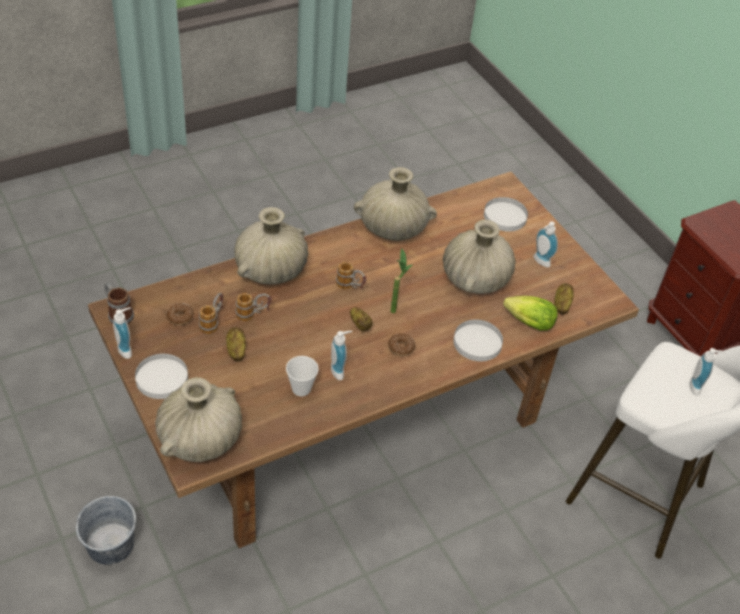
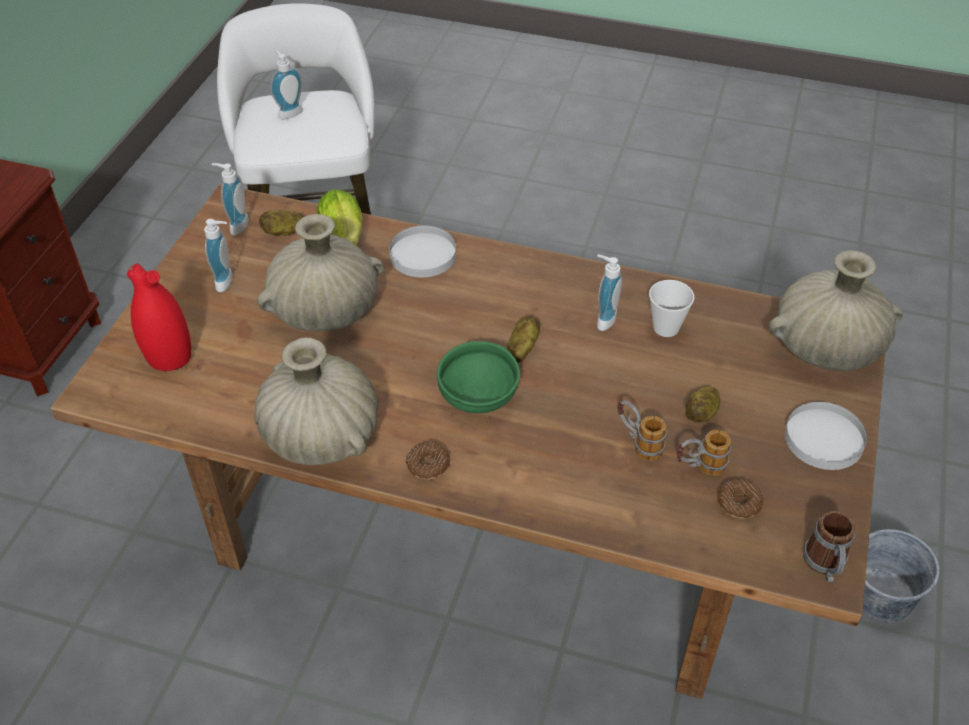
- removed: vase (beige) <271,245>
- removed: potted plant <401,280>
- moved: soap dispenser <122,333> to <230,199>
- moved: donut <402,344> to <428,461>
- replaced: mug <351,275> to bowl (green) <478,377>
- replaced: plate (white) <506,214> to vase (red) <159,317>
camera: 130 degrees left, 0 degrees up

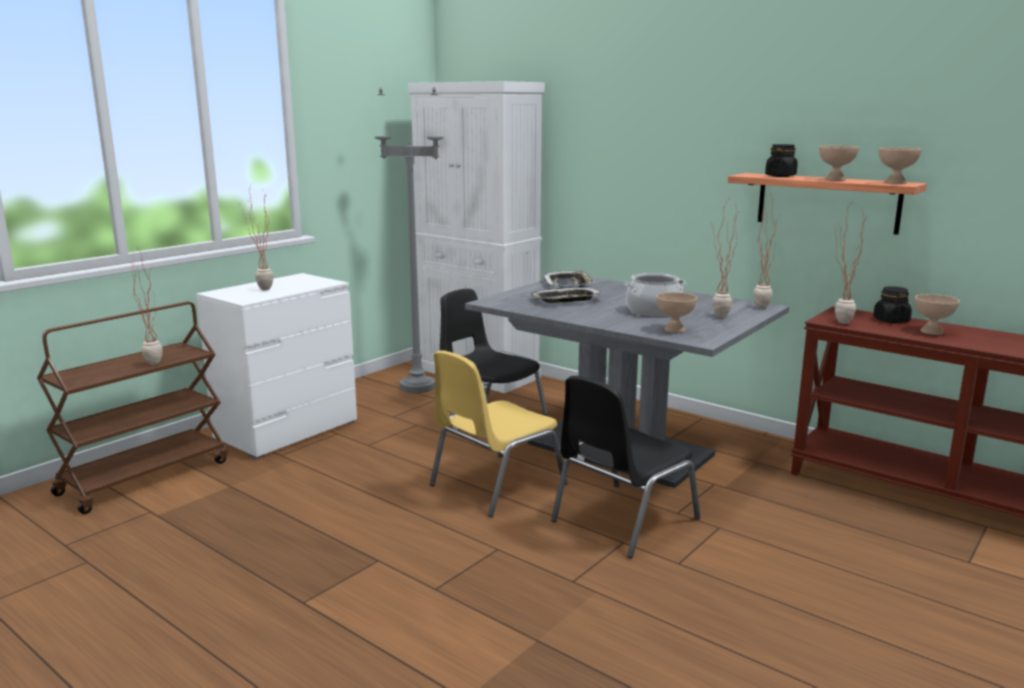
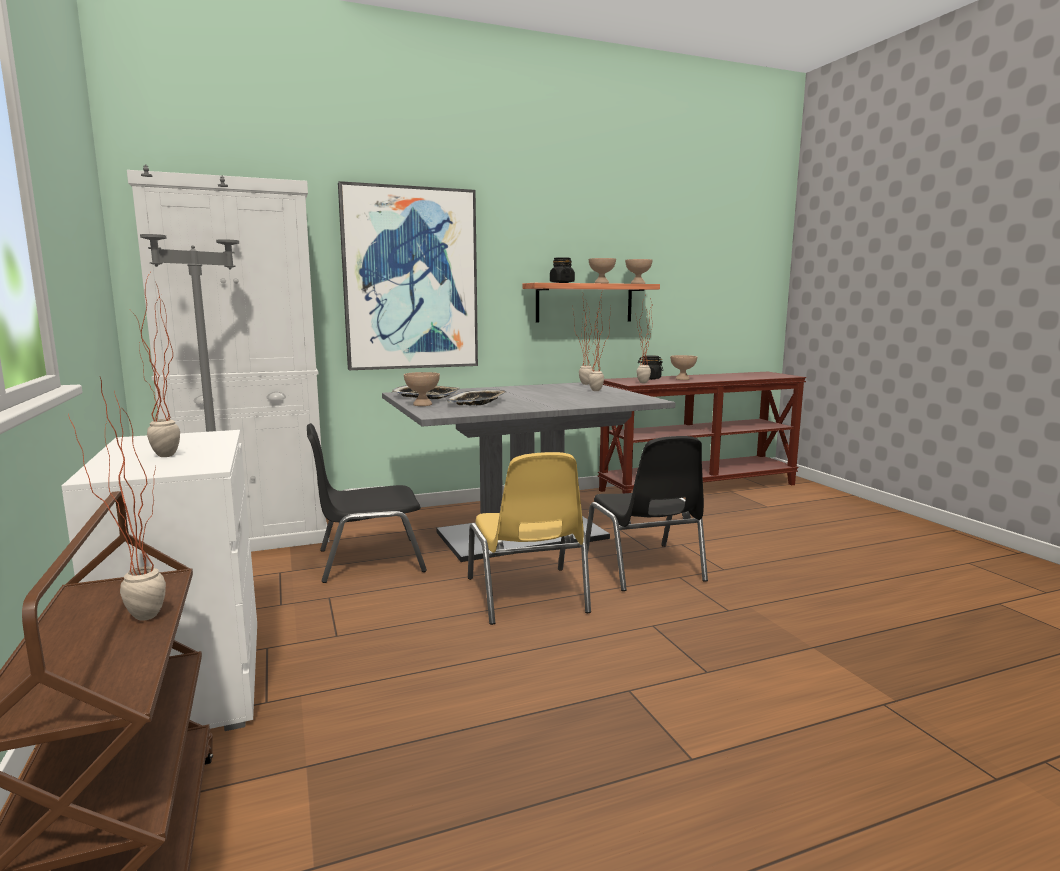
- removed: cooking pot <655,295>
- added: picture <408,275>
- moved: bowl (beige) <676,312> to <422,389>
camera: 60 degrees left, 5 degrees down

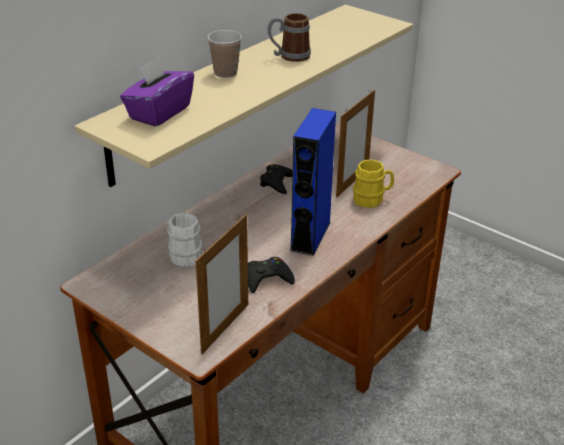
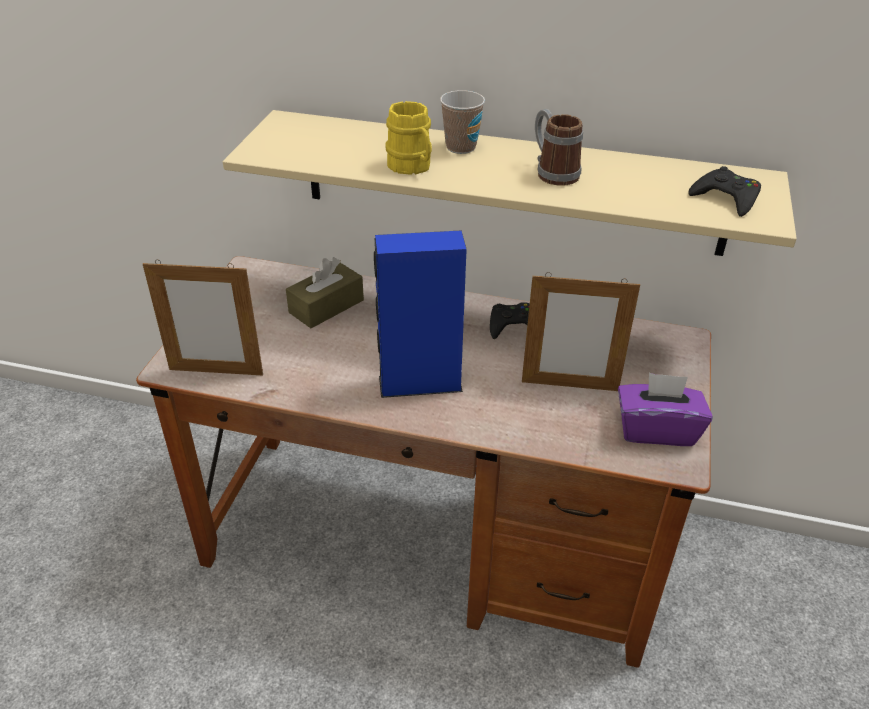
- moved: tissue box (purple) <157,92> to <665,409>
- moved: game controller (black) <271,275> to <724,191>
- moved: mug (yellow) <373,184> to <408,138>
- replaced: mug (white) <185,240> to tissue box (brown) <325,292>
camera: 65 degrees right, 5 degrees up

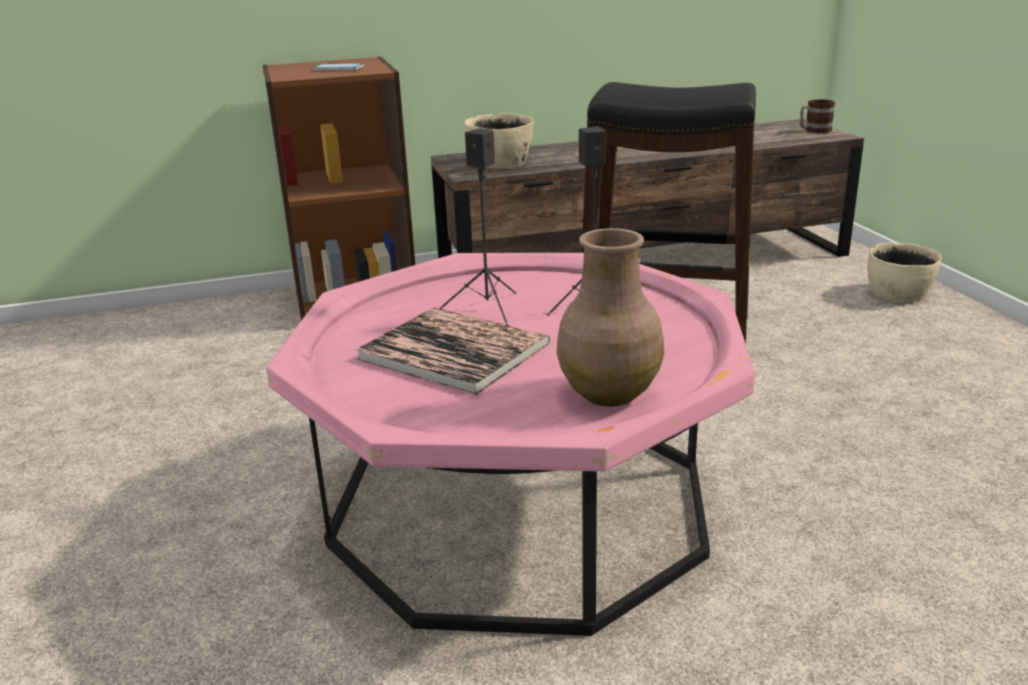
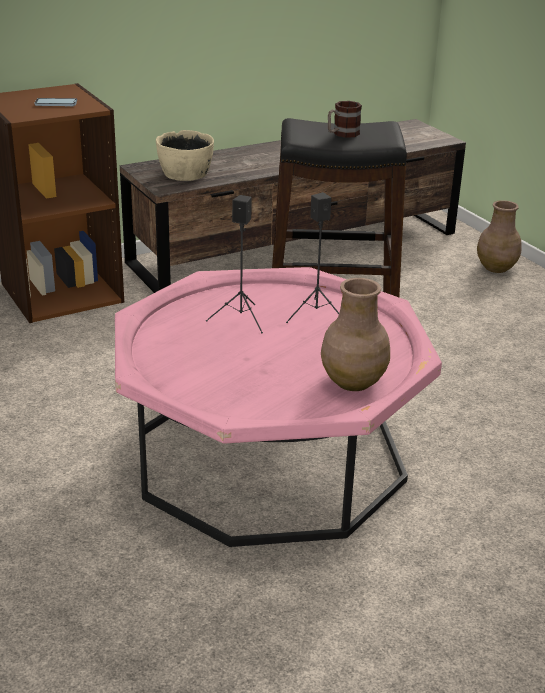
- removed: book <453,351>
- moved: mug <817,116> to <345,119>
- replaced: bowl (beige) <904,272> to vase (brown) <499,236>
camera: 15 degrees left, 5 degrees up

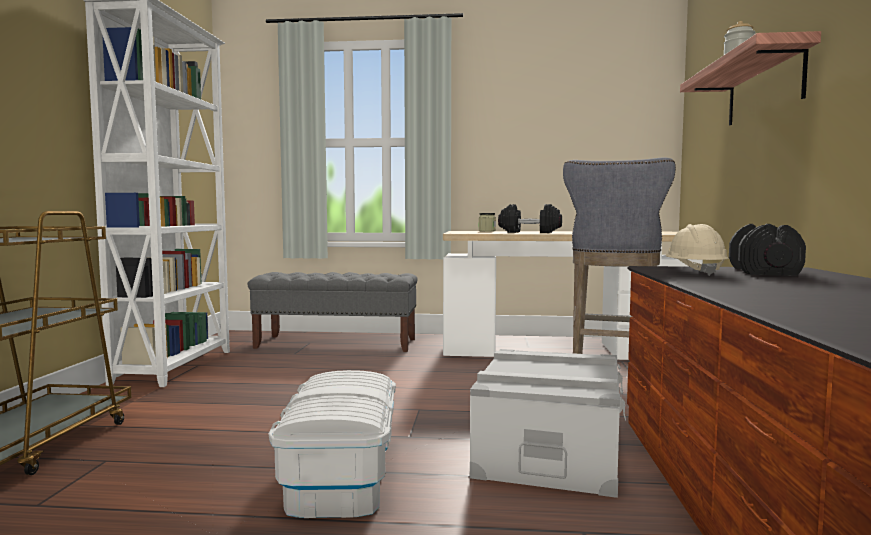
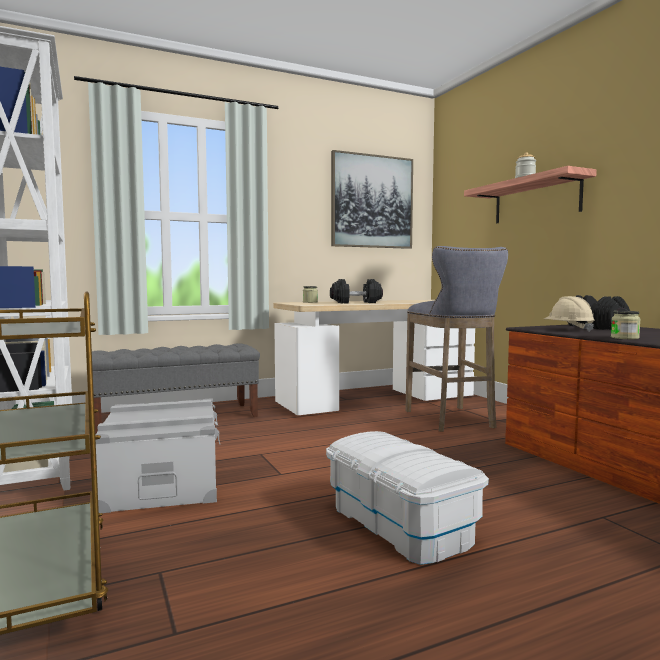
- added: picture <372,199>
- added: jar <626,325>
- moved: storage box (grey) <548,423> to <157,455>
camera: 30 degrees left, 0 degrees up

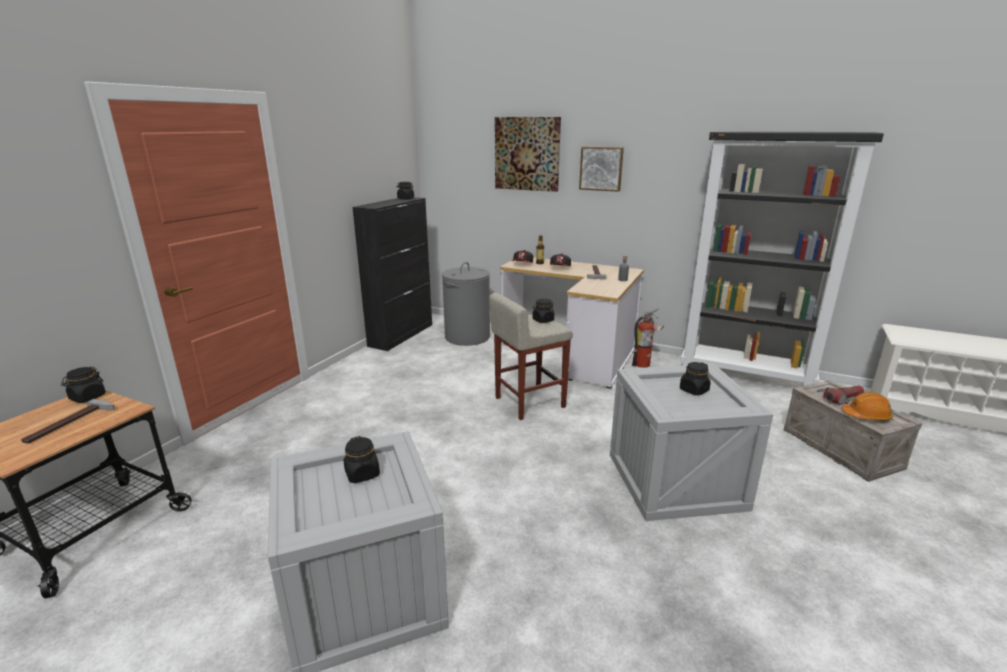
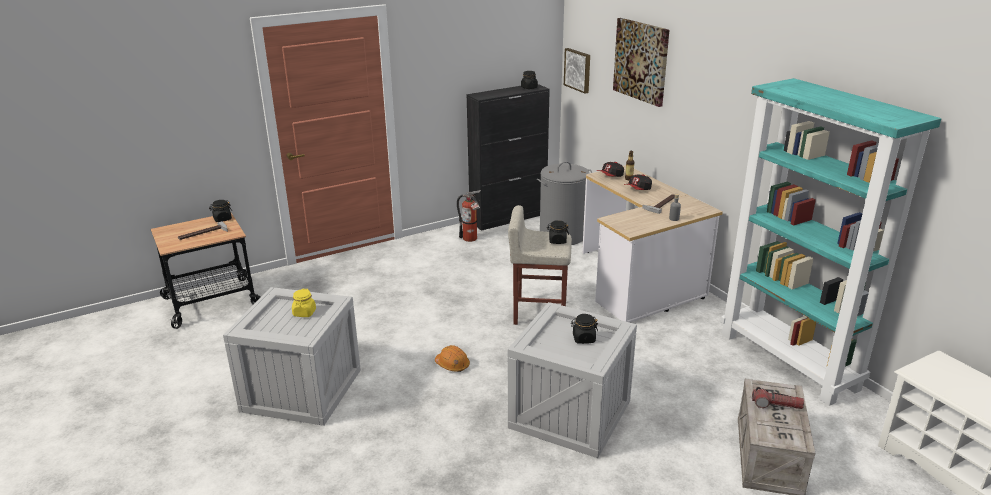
- moved: picture <601,169> to <577,70>
- moved: fire extinguisher <648,338> to <469,216>
- moved: hard hat (orange) <867,406> to <452,358>
- recoloured: jar (black) <362,459> to jar (yellow) <304,303>
- recoloured: bookcase (black) <782,259> to bookcase (turquoise) <830,242>
camera: 35 degrees right, 5 degrees up

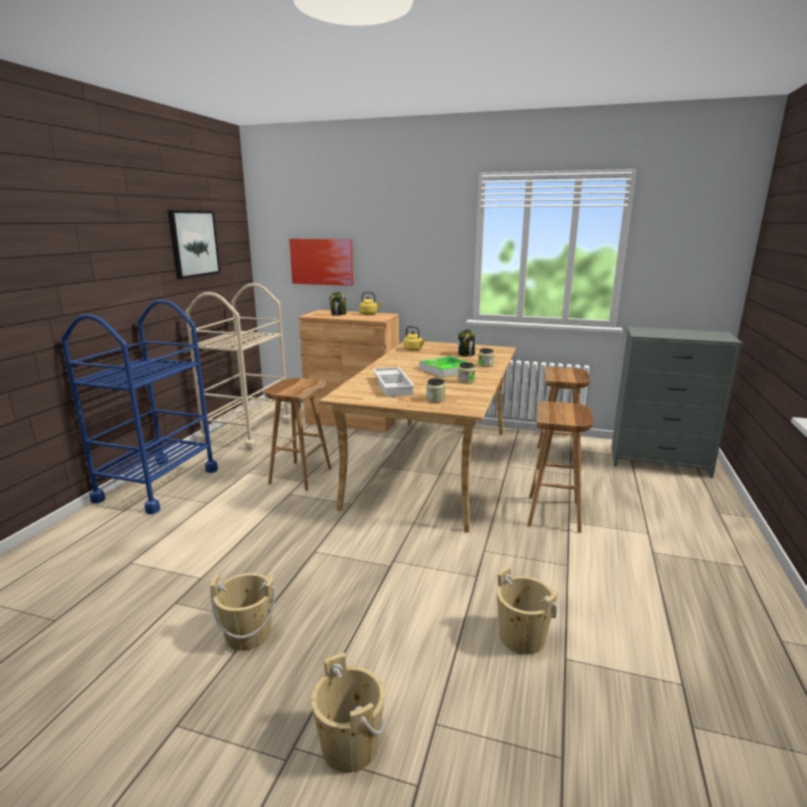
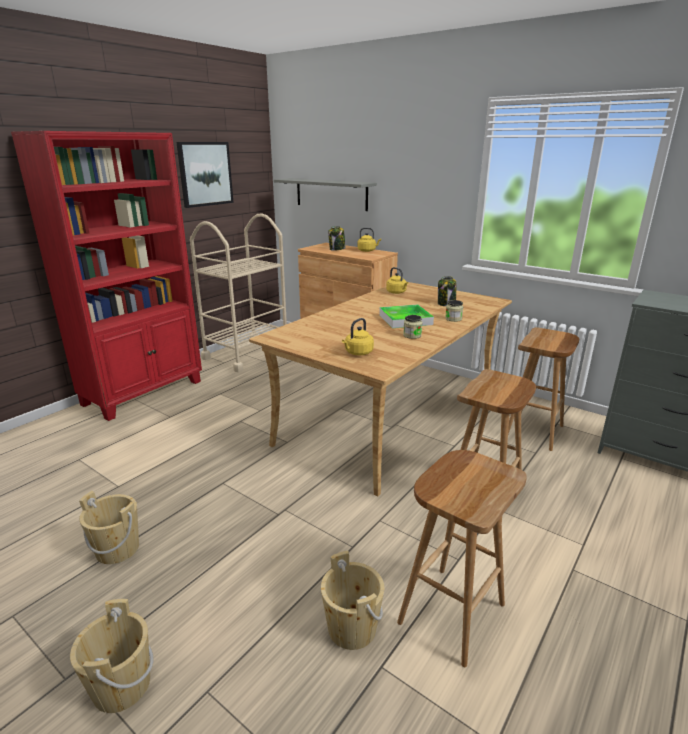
- removed: tray (white) <394,382>
- moved: stool (brown) <298,434> to <462,558>
- replaced: cart (blue) <139,407> to bookcase (red) <106,276>
- replaced: picture <321,262> to shelf (grey) <325,194>
- replaced: jar <435,390> to kettle (yellow) <358,336>
camera: 20 degrees right, 5 degrees up

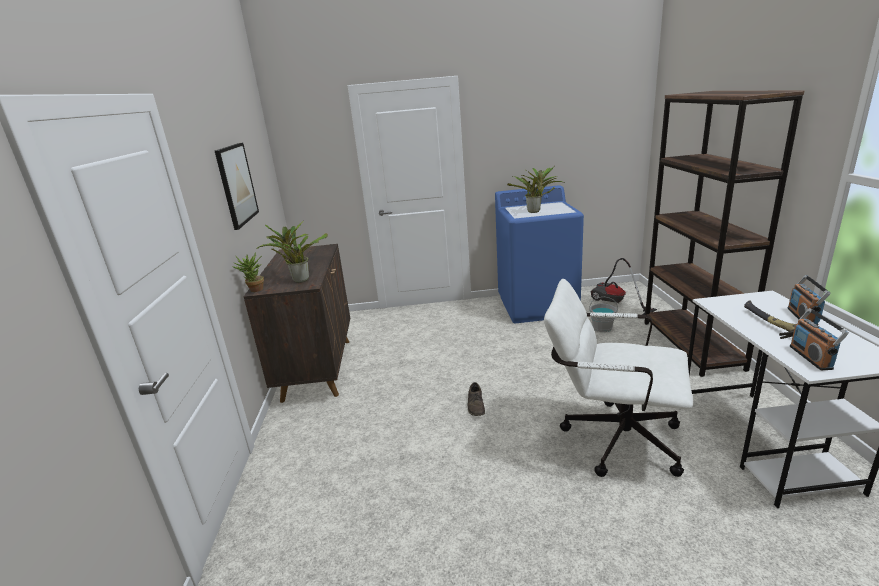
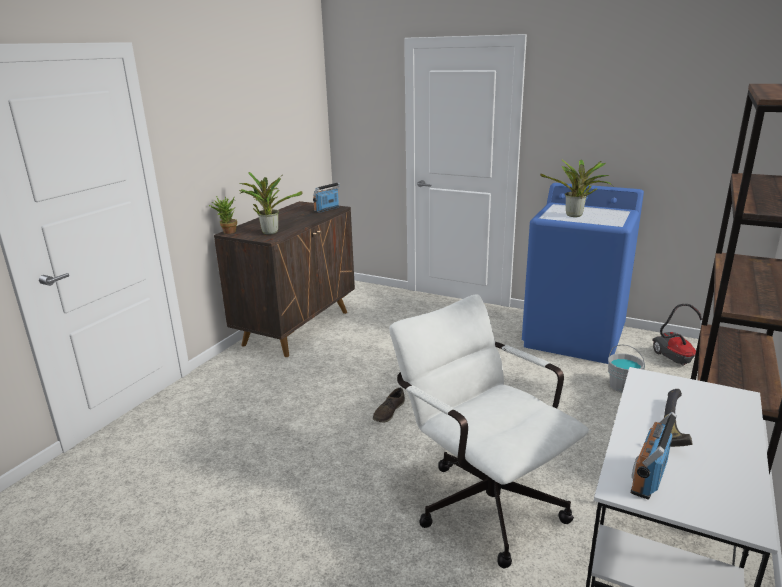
- removed: picture <237,186>
- moved: radio <809,300> to <326,197>
camera: 30 degrees right, 0 degrees up

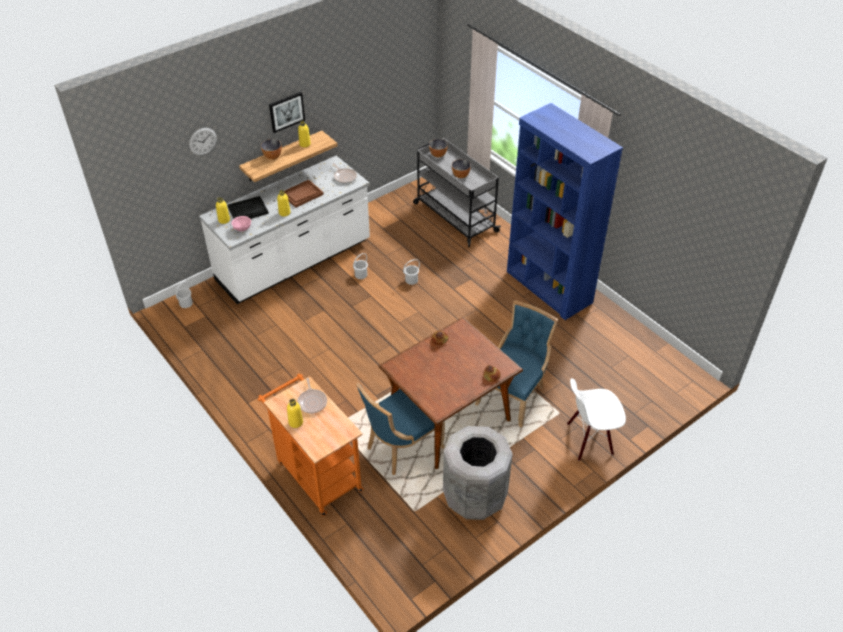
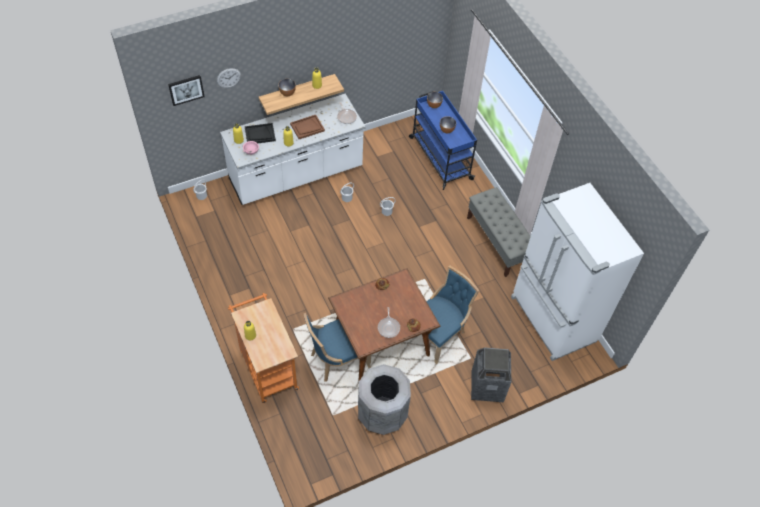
- added: fridge (white) <577,272>
- moved: picture <287,112> to <186,90>
- moved: frying pan <312,395> to <389,322>
- replaced: bookcase (blue) <565,211> to bench (grey) <499,232>
- replaced: chair (white) <596,419> to trash can <491,374>
- recoloured: cart (grey) <457,192> to cart (blue) <443,140>
camera: 10 degrees right, 10 degrees up

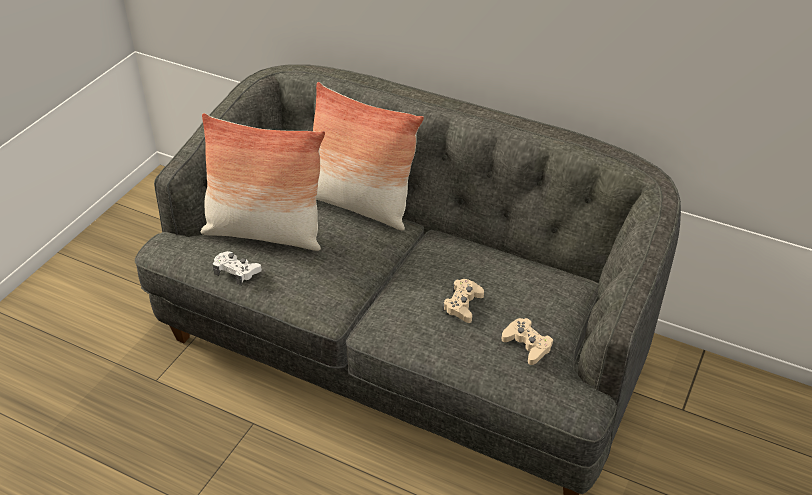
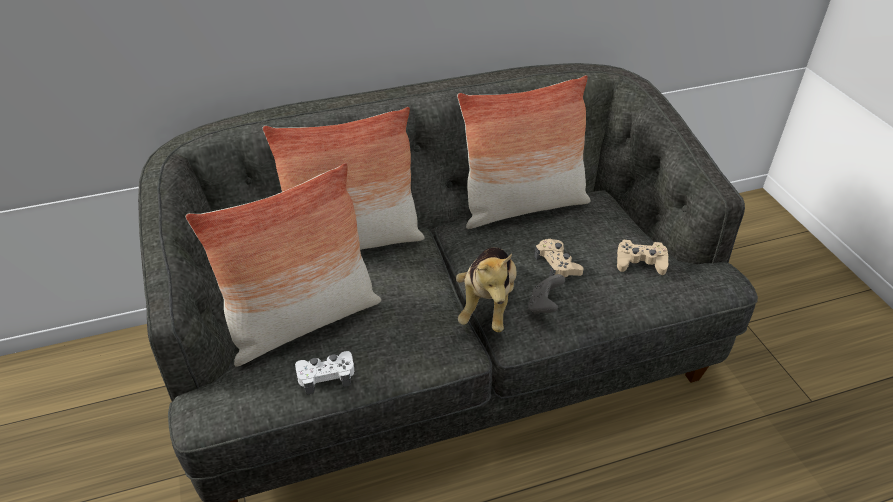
- added: plush toy <486,289>
- added: pillow <524,152>
- added: game controller (grey) <546,294>
camera: 45 degrees left, 0 degrees up

